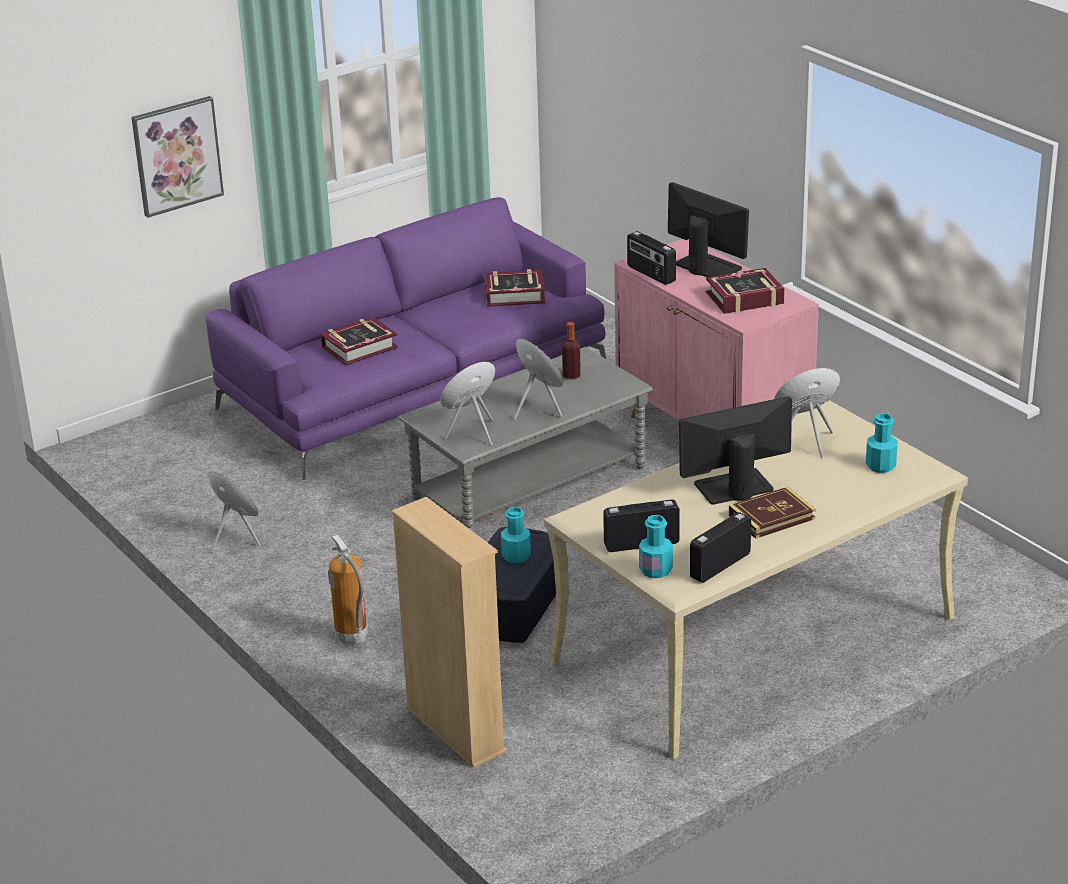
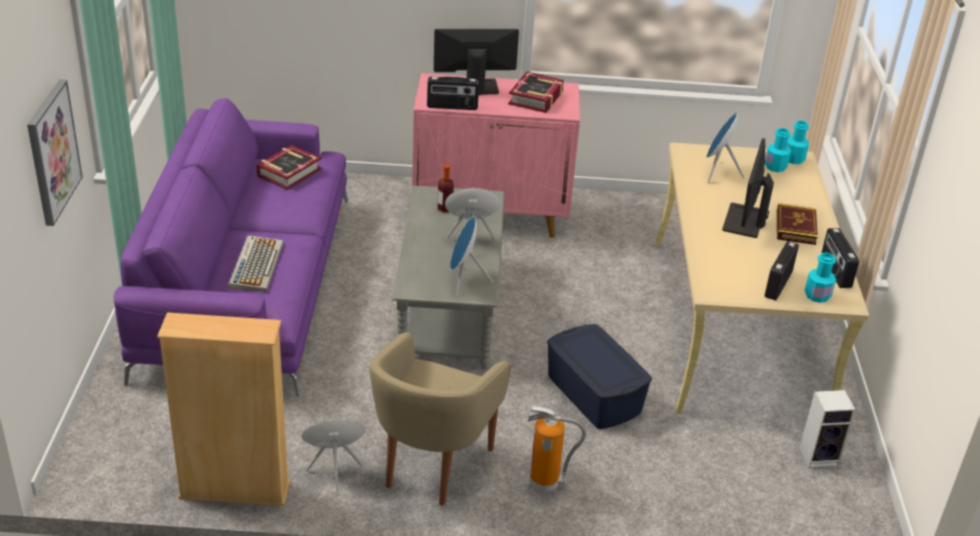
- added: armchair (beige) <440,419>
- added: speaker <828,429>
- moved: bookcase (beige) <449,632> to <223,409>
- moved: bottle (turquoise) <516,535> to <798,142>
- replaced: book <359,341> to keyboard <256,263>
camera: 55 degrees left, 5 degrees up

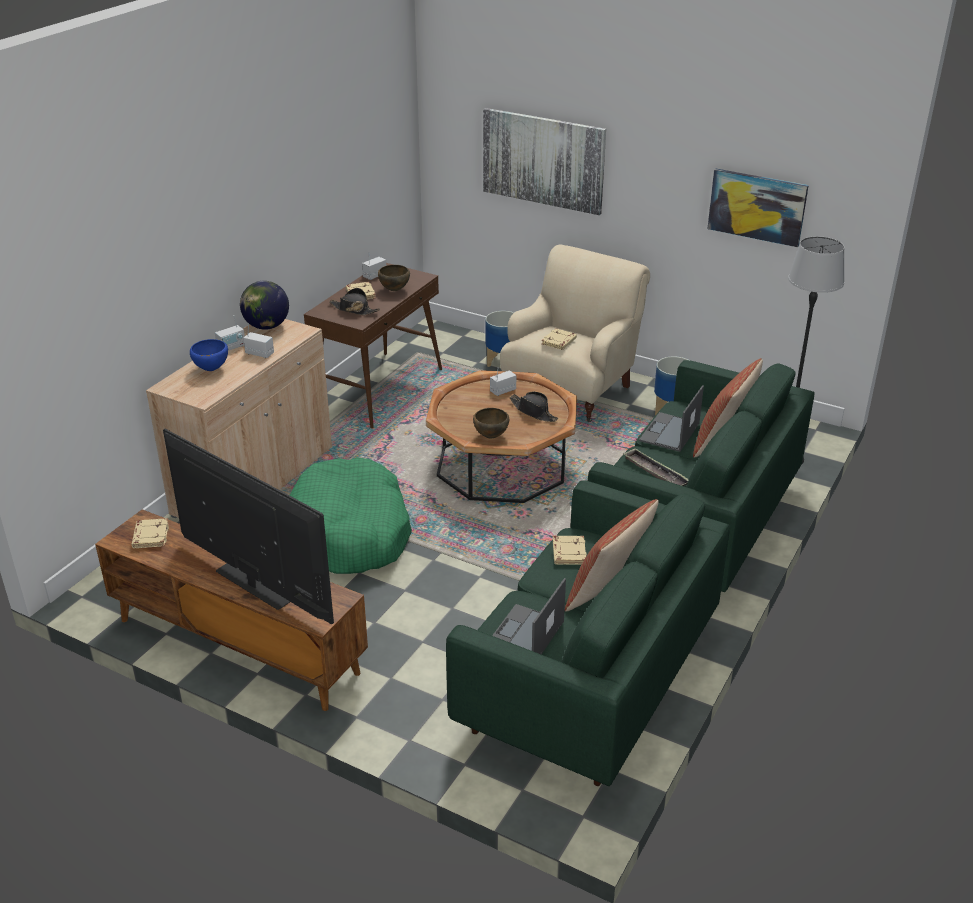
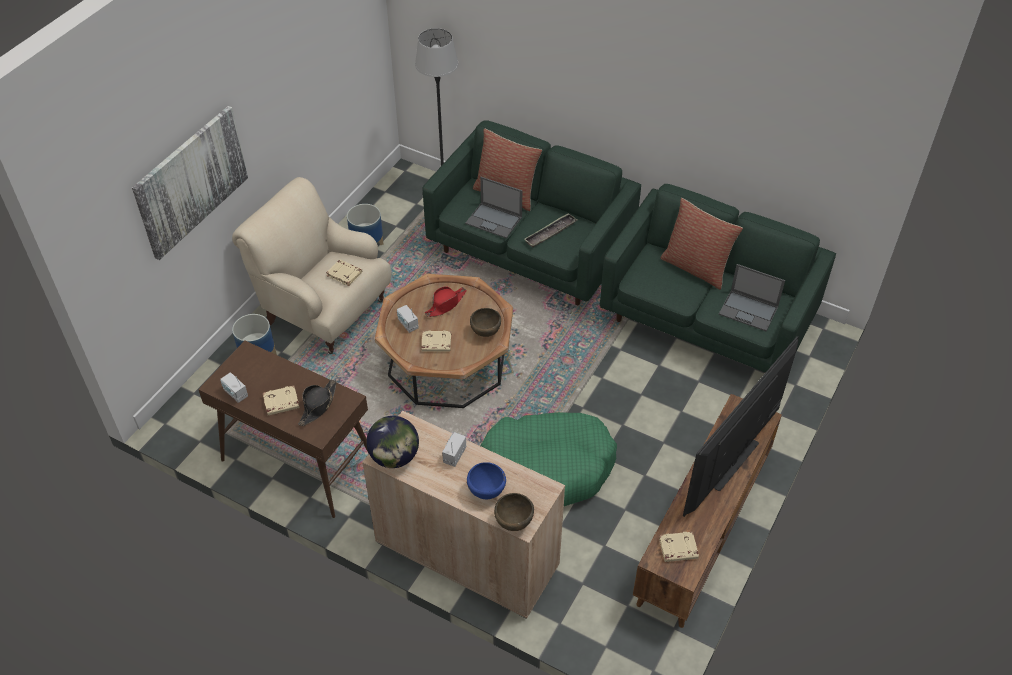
- removed: radio <230,333>
- removed: picture <758,208>
- moved: bowl (brown) <394,278> to <514,512>
- moved: book (beige) <570,550> to <436,341>
- recoloured: hat (black) <534,406> to hat (red) <446,301>
camera: 90 degrees left, 15 degrees up

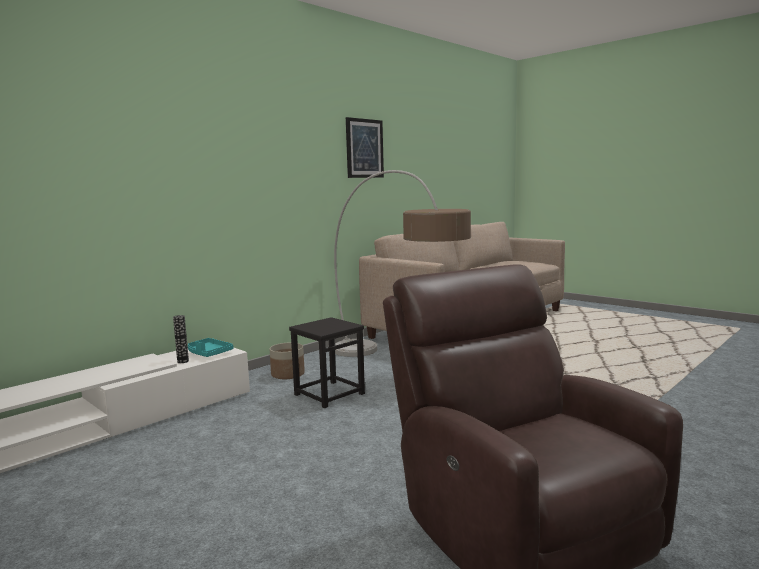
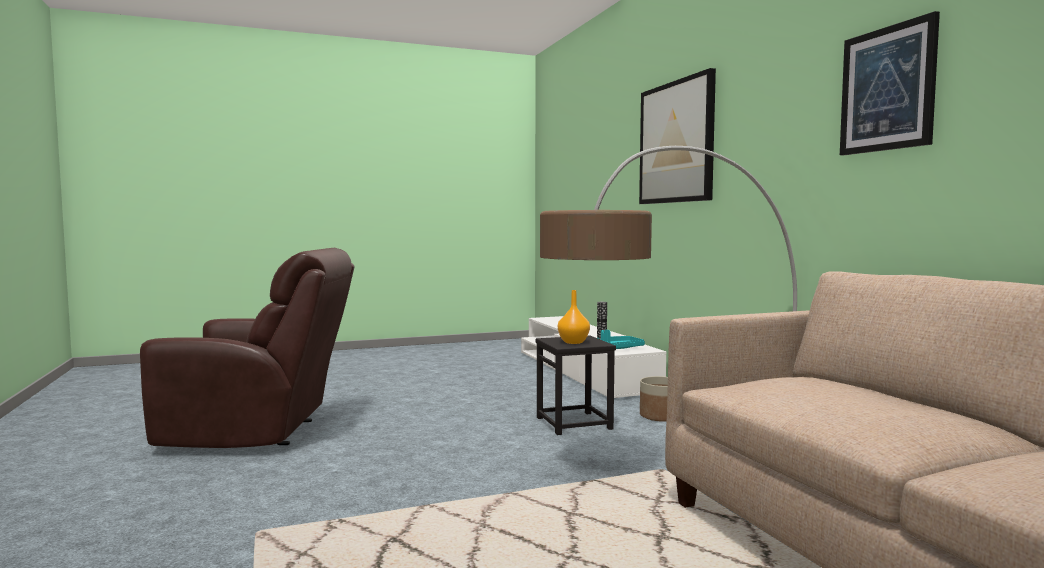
- added: vase (orange) <574,317>
- added: picture <677,136>
camera: 115 degrees right, 5 degrees down

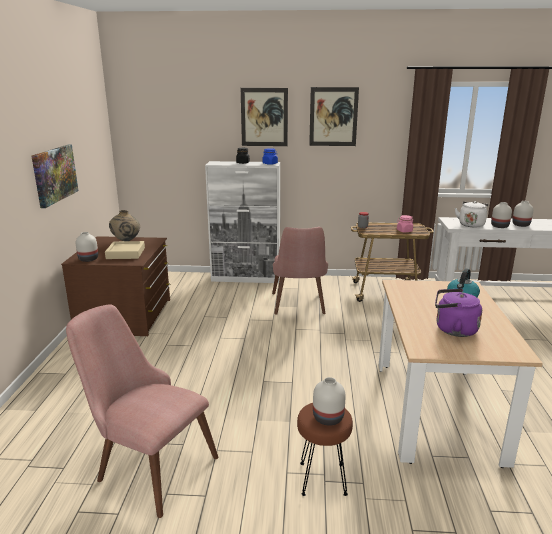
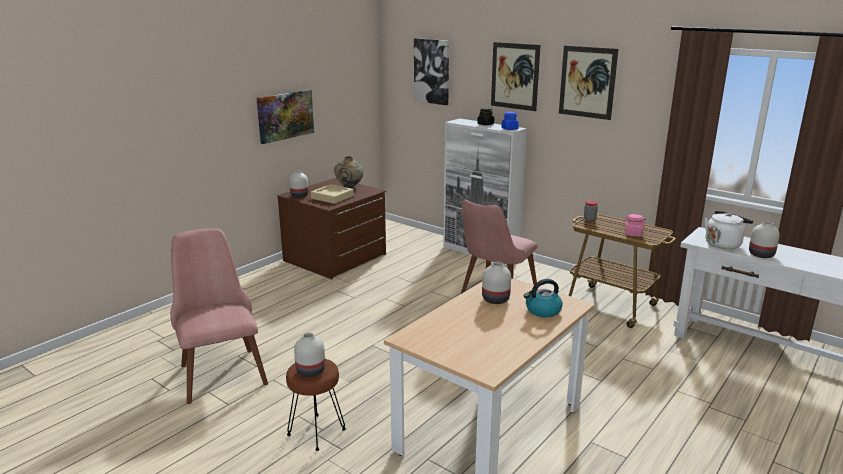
- removed: kettle (purple) <458,312>
- added: picture <431,71>
- moved: vase (white) <522,214> to <496,283>
camera: 35 degrees right, 0 degrees up

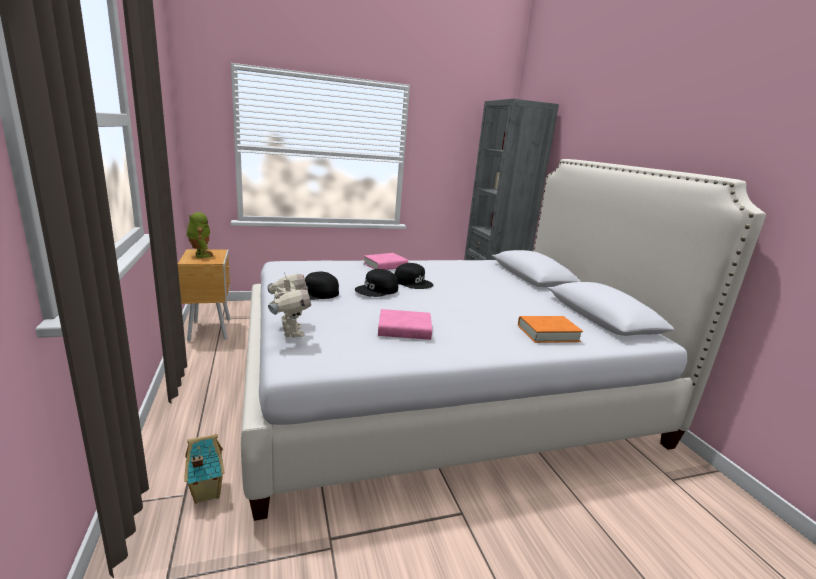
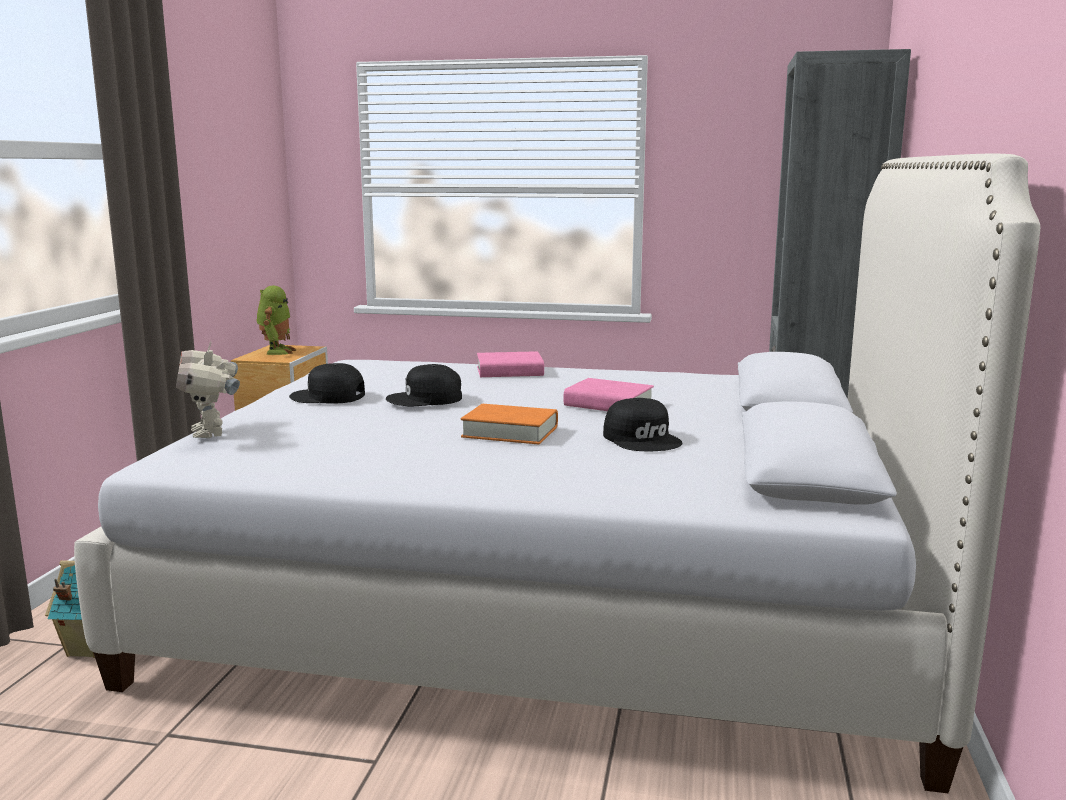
- moved: book (pink) <405,324> to <609,394>
- moved: cap (black) <413,276> to <643,424>
- moved: book (orange) <550,329> to <509,424>
- turned: toy robot <289,305> = <208,389> 150 degrees clockwise
camera: 30 degrees right, 5 degrees down

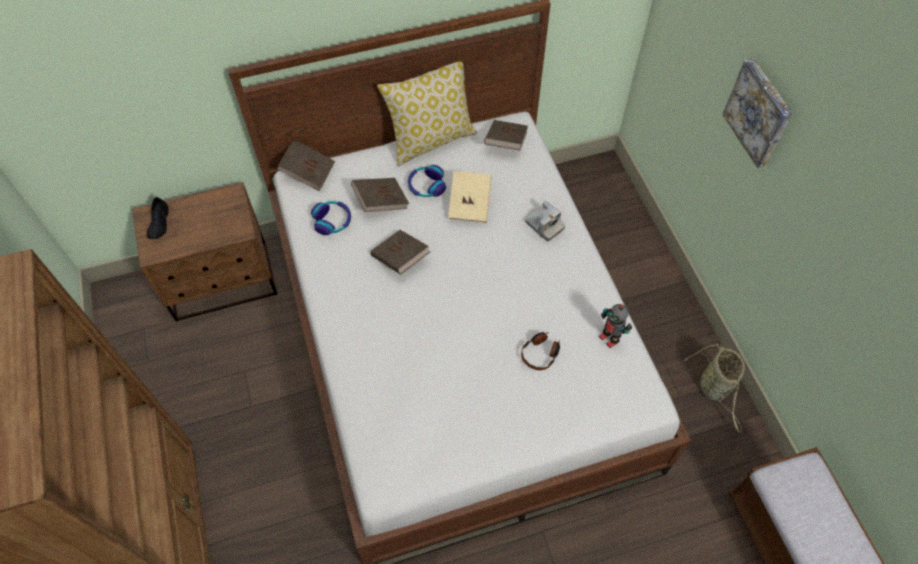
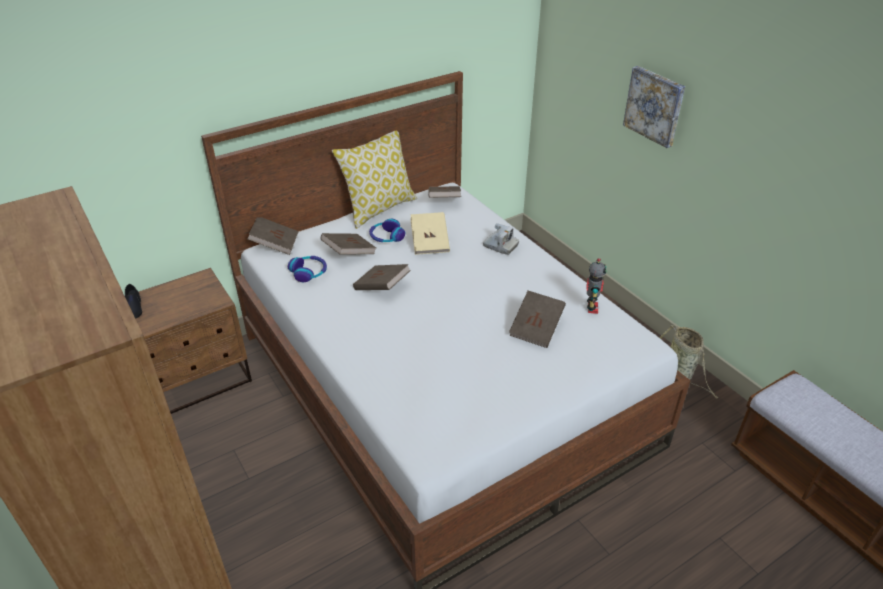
- replaced: headphones <540,351> to book (brown) <537,319>
- turned: toy robot <615,326> = <596,286> 120 degrees counterclockwise
camera: 15 degrees left, 20 degrees down

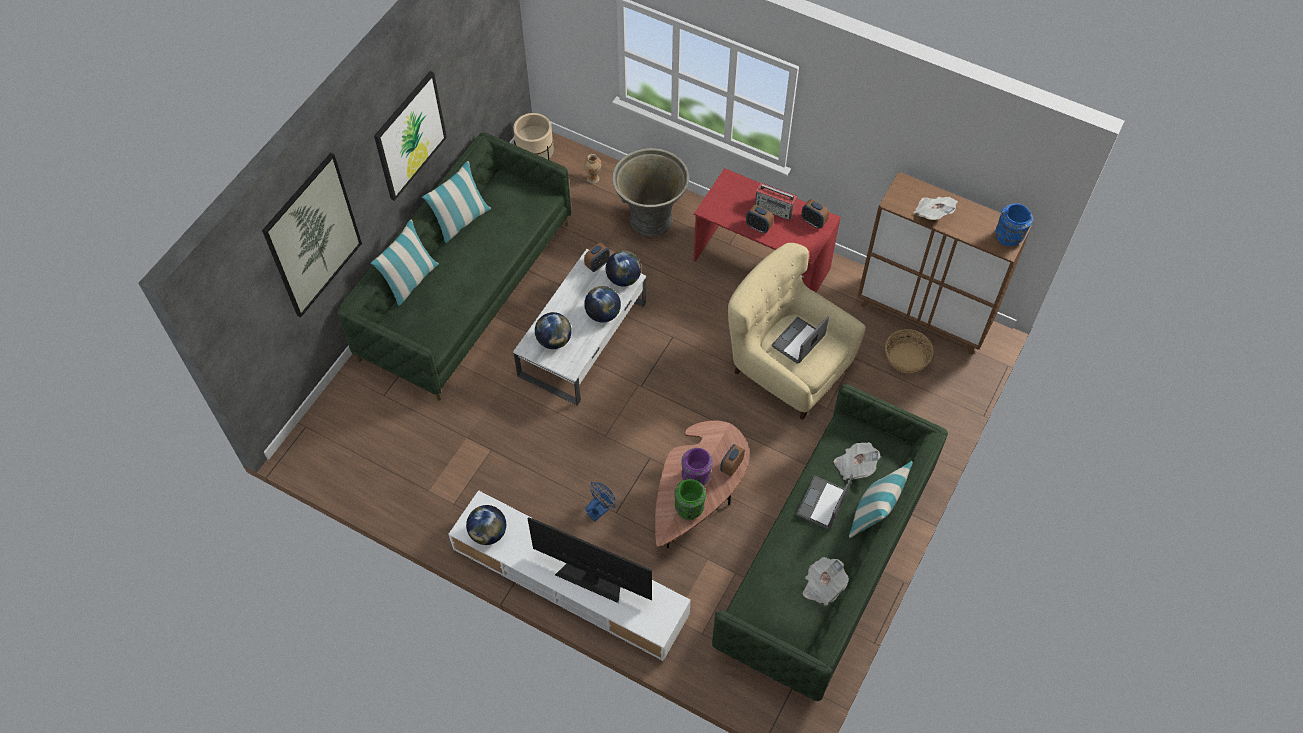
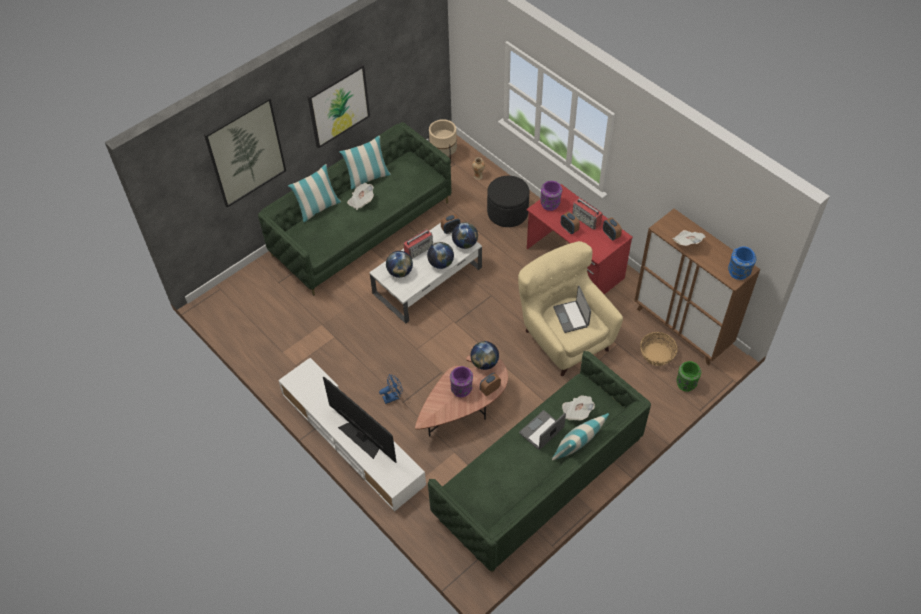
- added: radio <418,244>
- added: vase (purple) <551,196>
- moved: globe <486,525> to <484,355>
- moved: vase (green) <690,499> to <688,376>
- moved: newspaper <826,581> to <360,196>
- replaced: planter (grey) <650,192> to ottoman (black) <508,201>
- turned: laptop <800,340> = <572,309> 75 degrees counterclockwise
camera: 20 degrees right, 5 degrees down

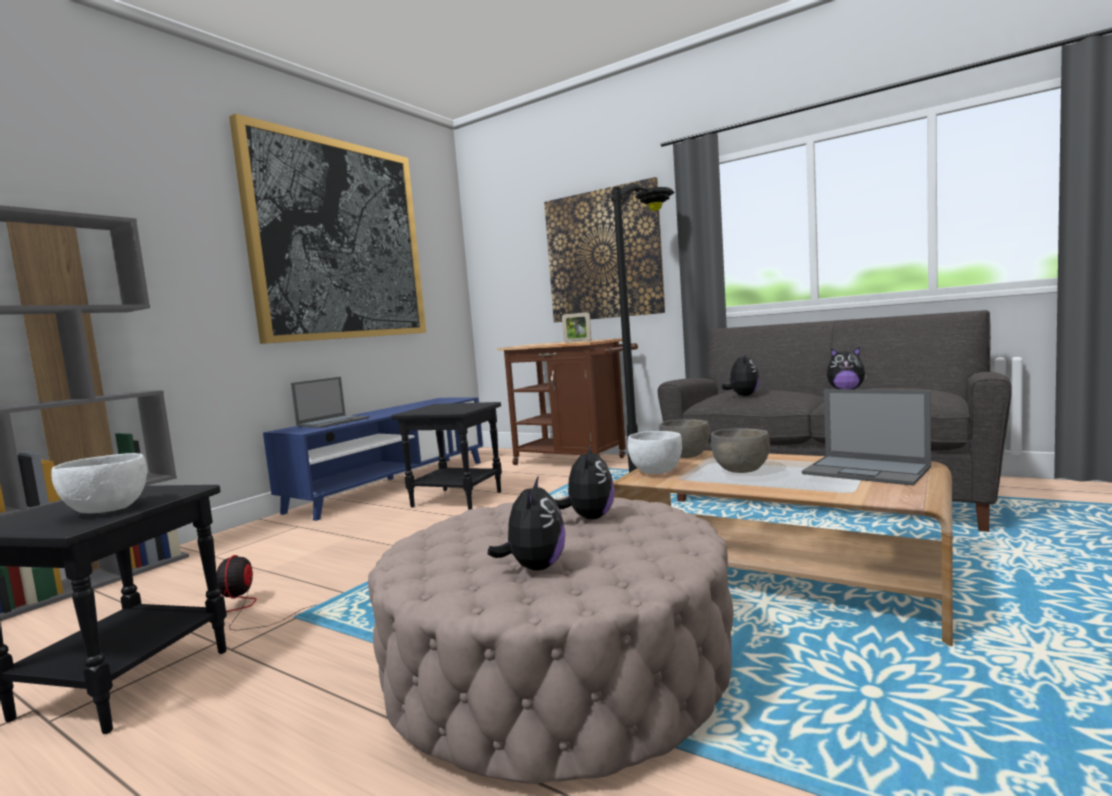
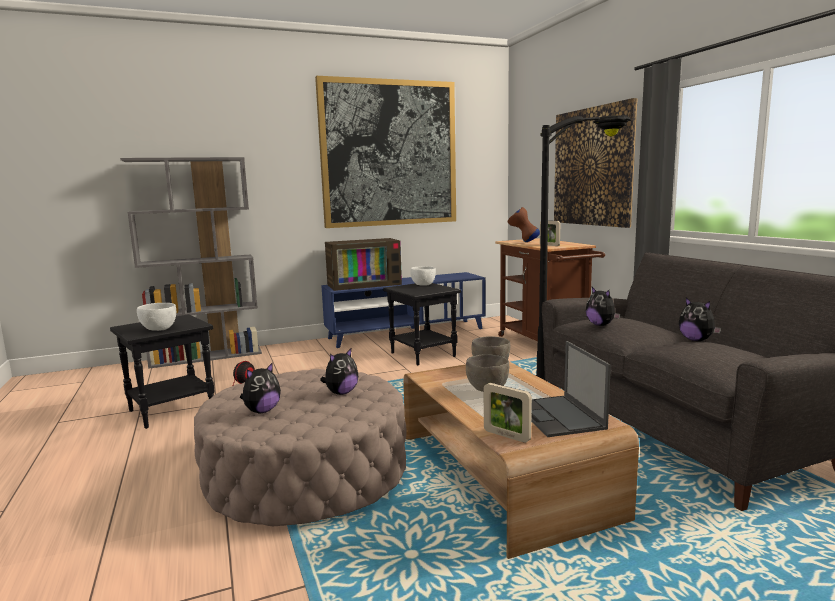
- added: picture frame <508,413>
- added: vase (brown) <524,224>
- moved: bowl (white) <655,452> to <423,276>
- replaced: laptop <330,402> to television <363,264>
- turned: plush toy <740,375> = <603,306> 105 degrees clockwise
camera: 35 degrees right, 5 degrees up

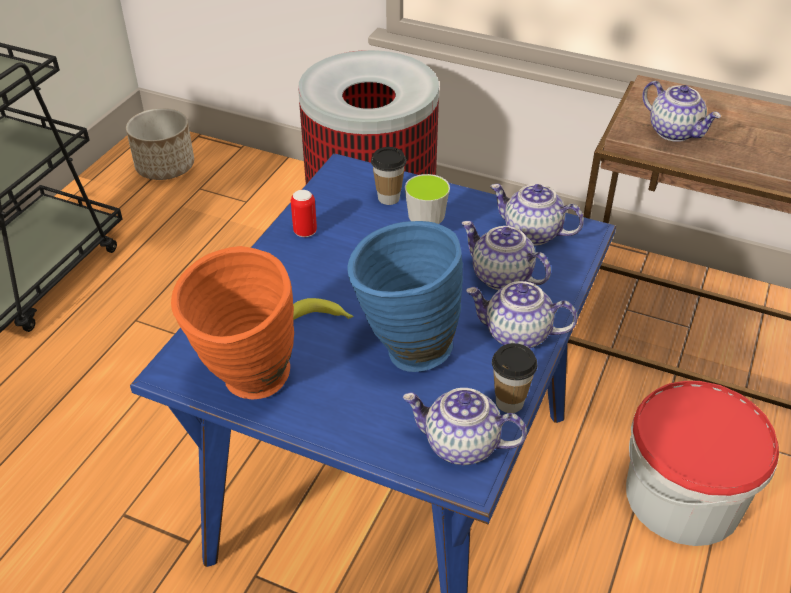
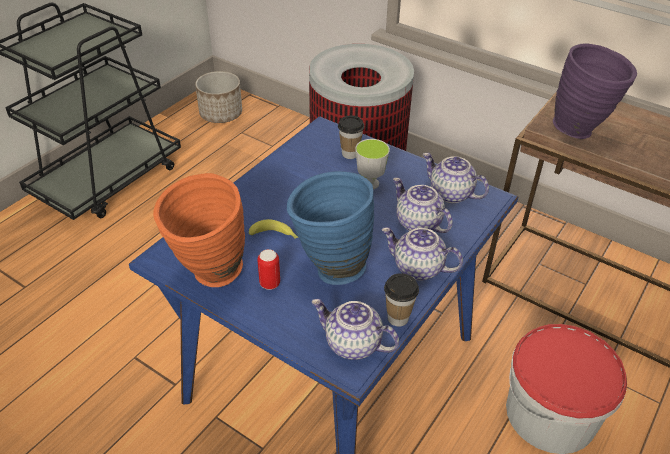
- moved: can <304,213> to <268,269>
- replaced: teapot <681,111> to vase (purple) <595,91>
camera: 10 degrees right, 0 degrees up

